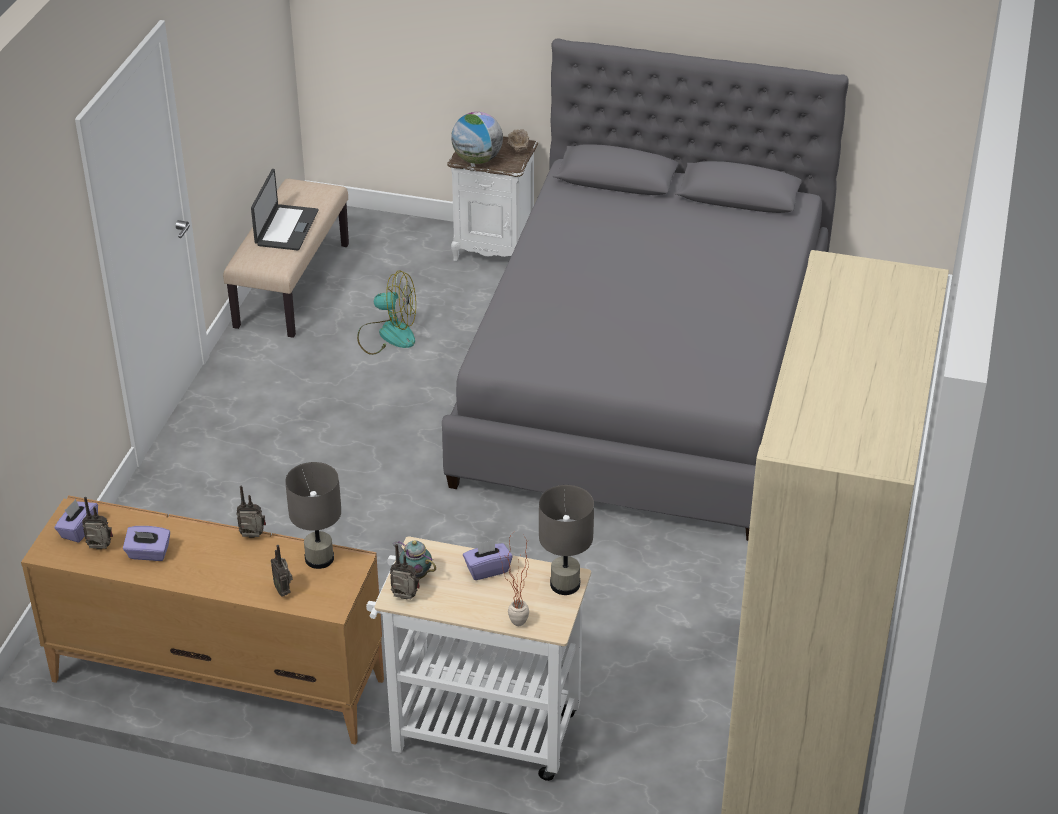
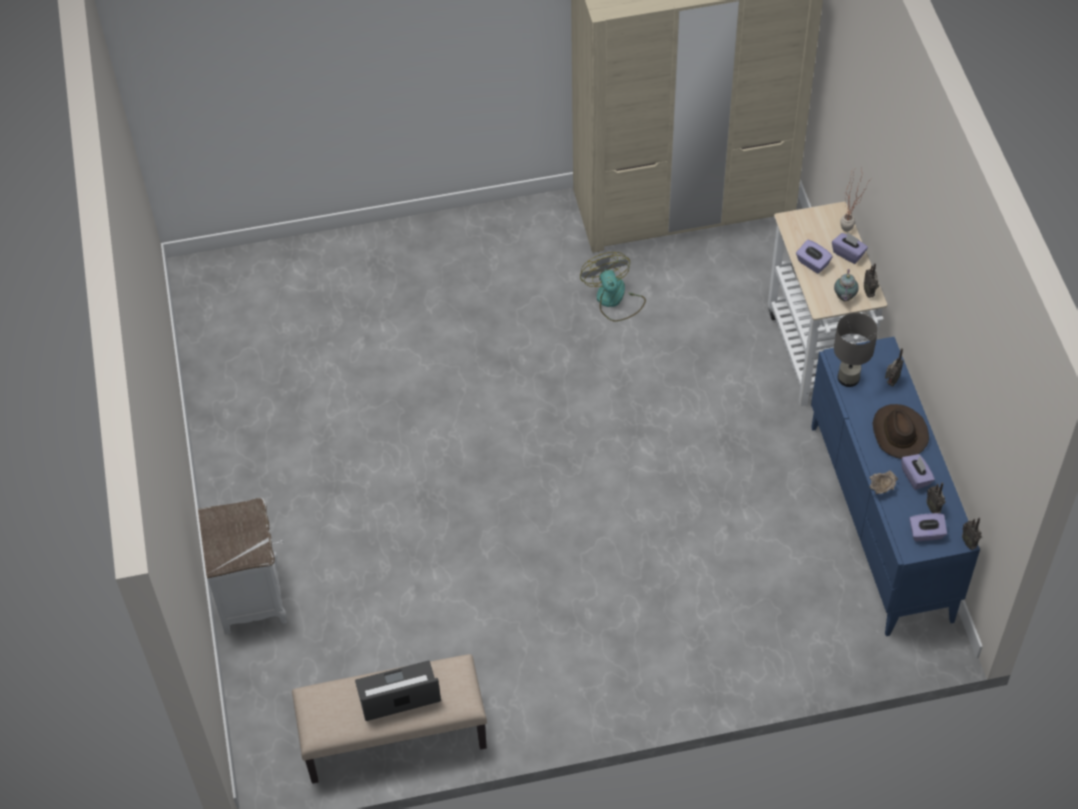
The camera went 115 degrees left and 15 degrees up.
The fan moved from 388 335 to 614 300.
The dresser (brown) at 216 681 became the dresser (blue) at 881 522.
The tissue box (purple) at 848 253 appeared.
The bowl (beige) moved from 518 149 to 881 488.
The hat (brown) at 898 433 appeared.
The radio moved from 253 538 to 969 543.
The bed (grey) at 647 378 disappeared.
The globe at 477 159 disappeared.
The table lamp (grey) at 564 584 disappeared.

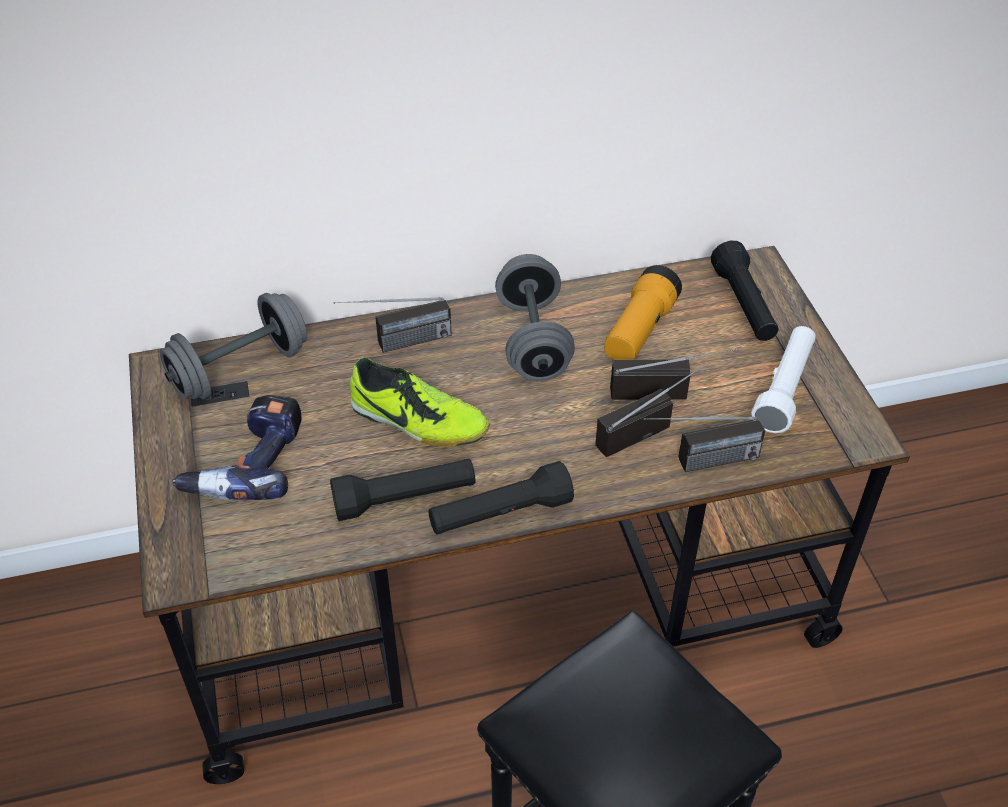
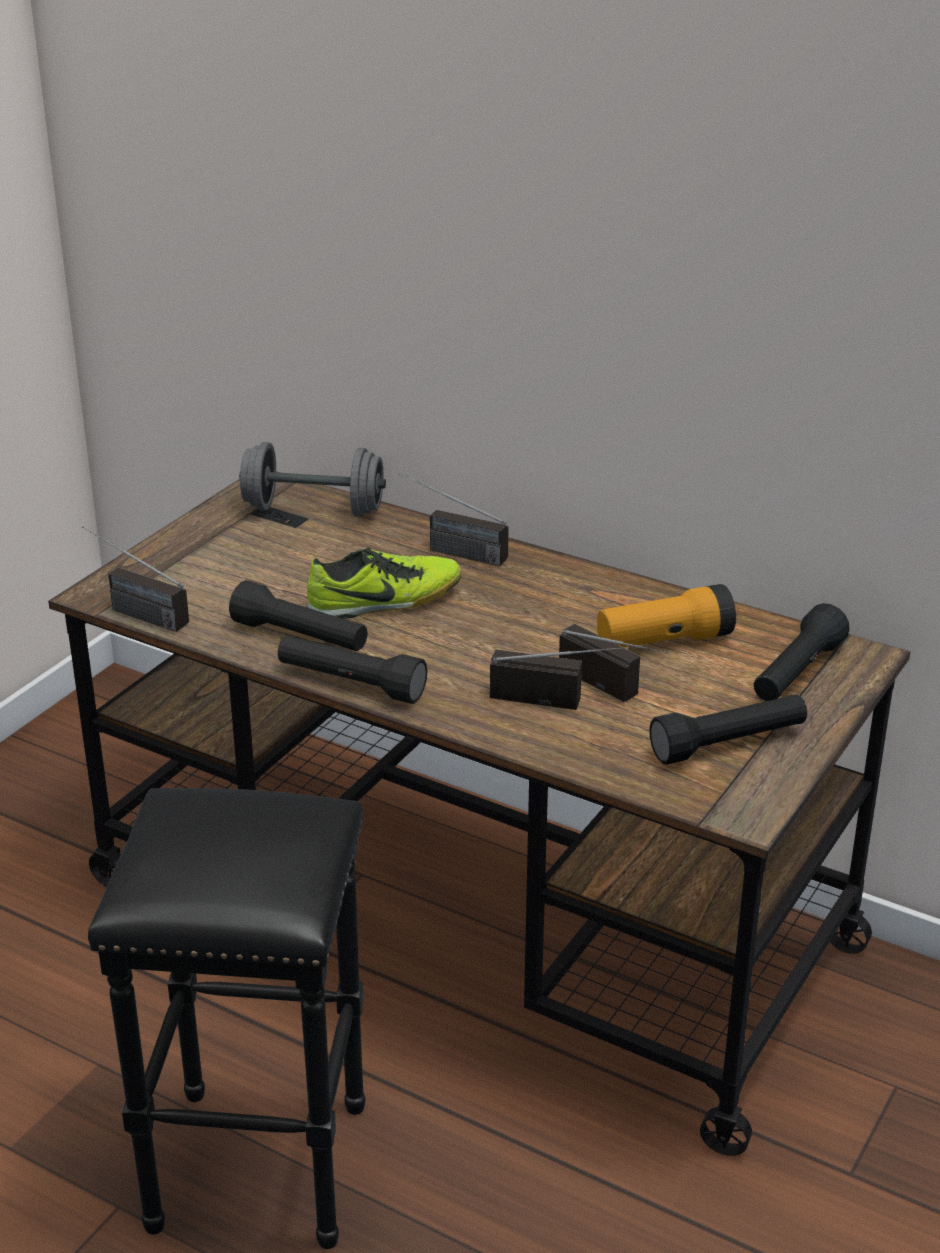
The camera went 45 degrees right and 15 degrees down.
The radio moved from 699 463 to 131 611.
The shoe at 418 422 turned 90 degrees counterclockwise.
The flashlight (white) at 784 389 became the flashlight (black) at 729 744.
The power drill at 247 463 disappeared.
The dumbbell (grey) at 533 340 disappeared.

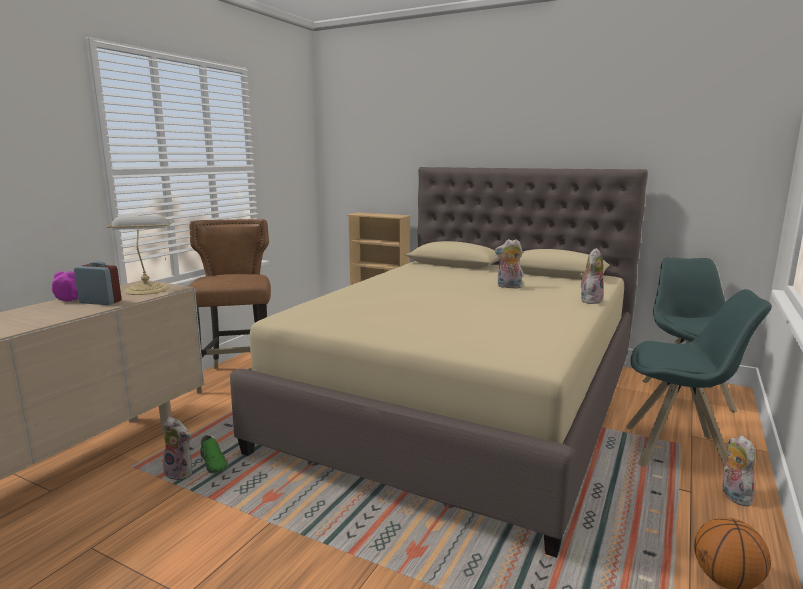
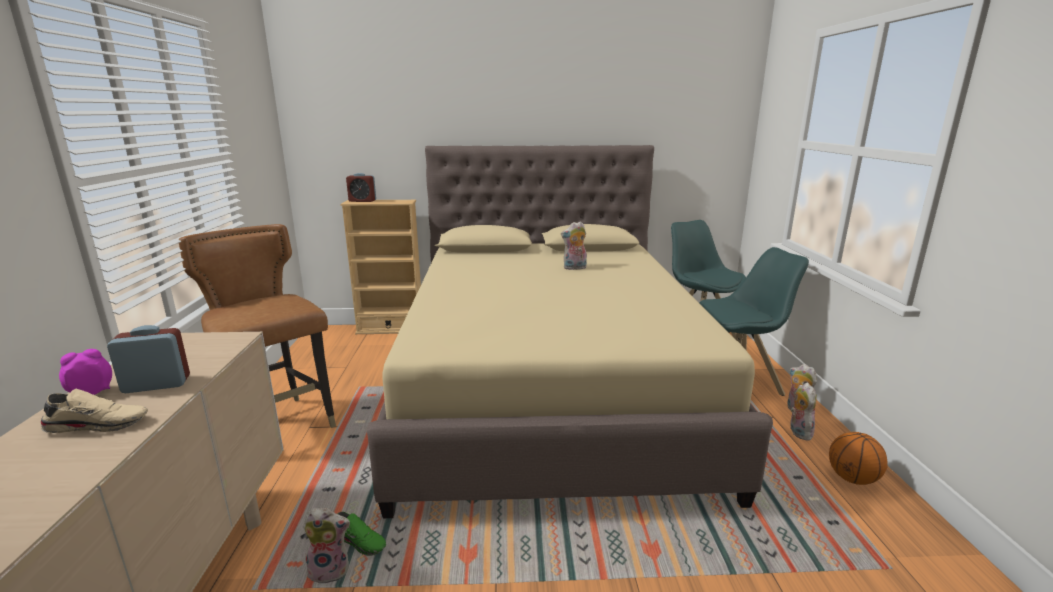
The camera went 30 degrees left and 5 degrees up.
The shoe (beige) at 99 424 appeared.
The alarm clock at 362 201 appeared.
The plush toy moved from 590 300 to 798 431.
The table lamp at 146 289 disappeared.

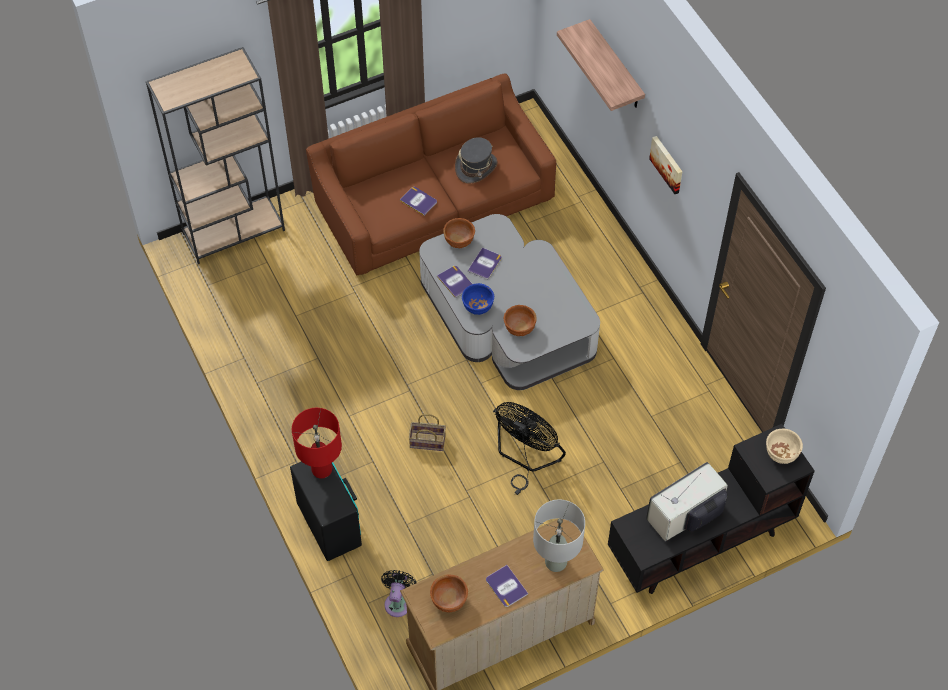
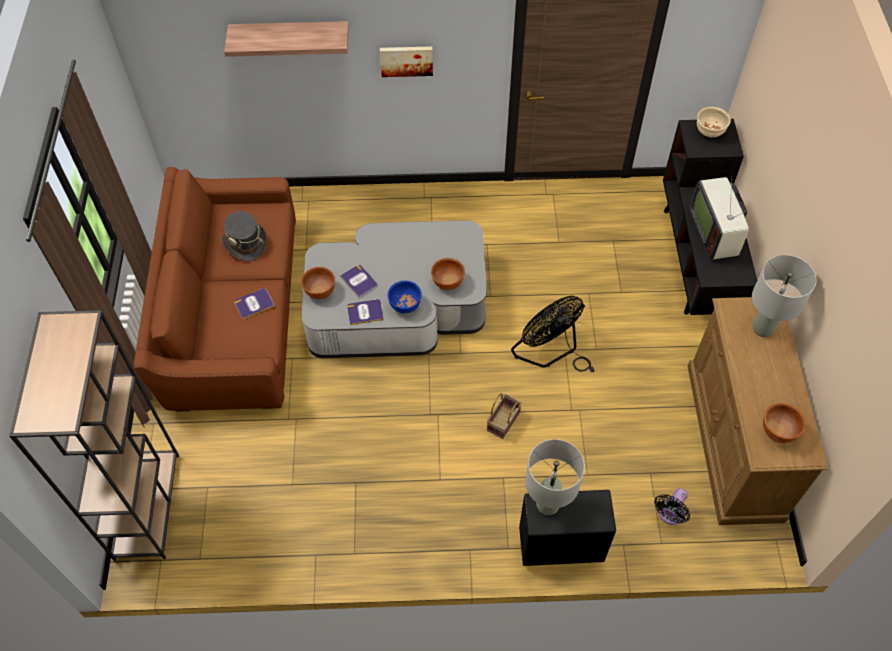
The camera went 65 degrees left and 0 degrees up.
The table lamp (red) at 322 470 became the table lamp (grey) at 548 505.
The fan (black) at 398 602 turned 90 degrees counterclockwise.
The book at 506 586 disappeared.

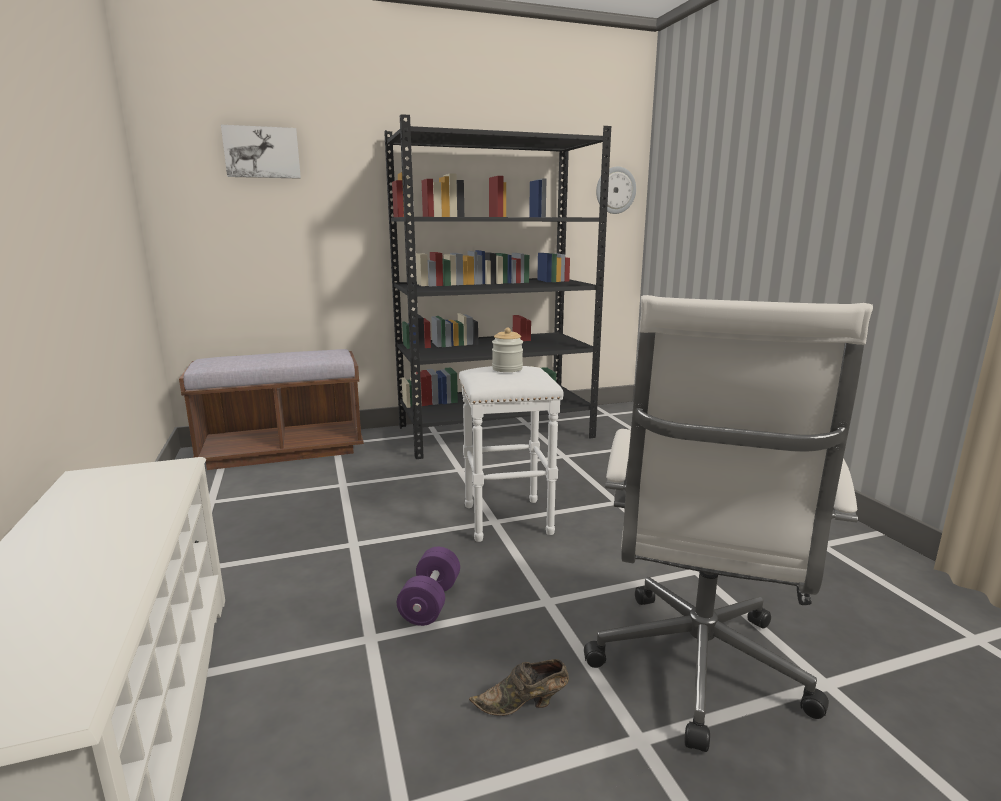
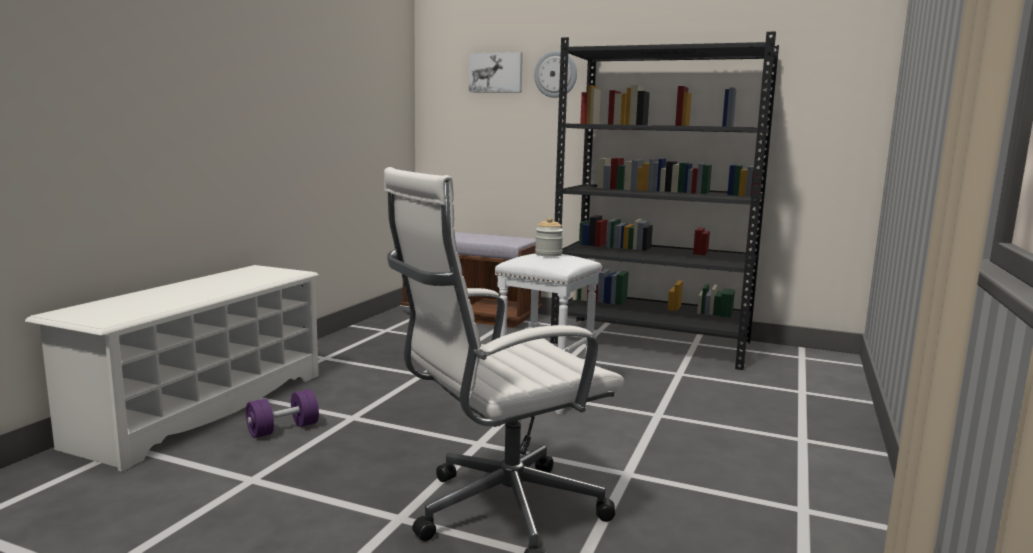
The camera went 40 degrees right and 5 degrees down.
The dumbbell (purple) moved from 430 602 to 283 429.
The wall clock moved from 615 190 to 555 74.
The shoe (brown) at 523 705 disappeared.

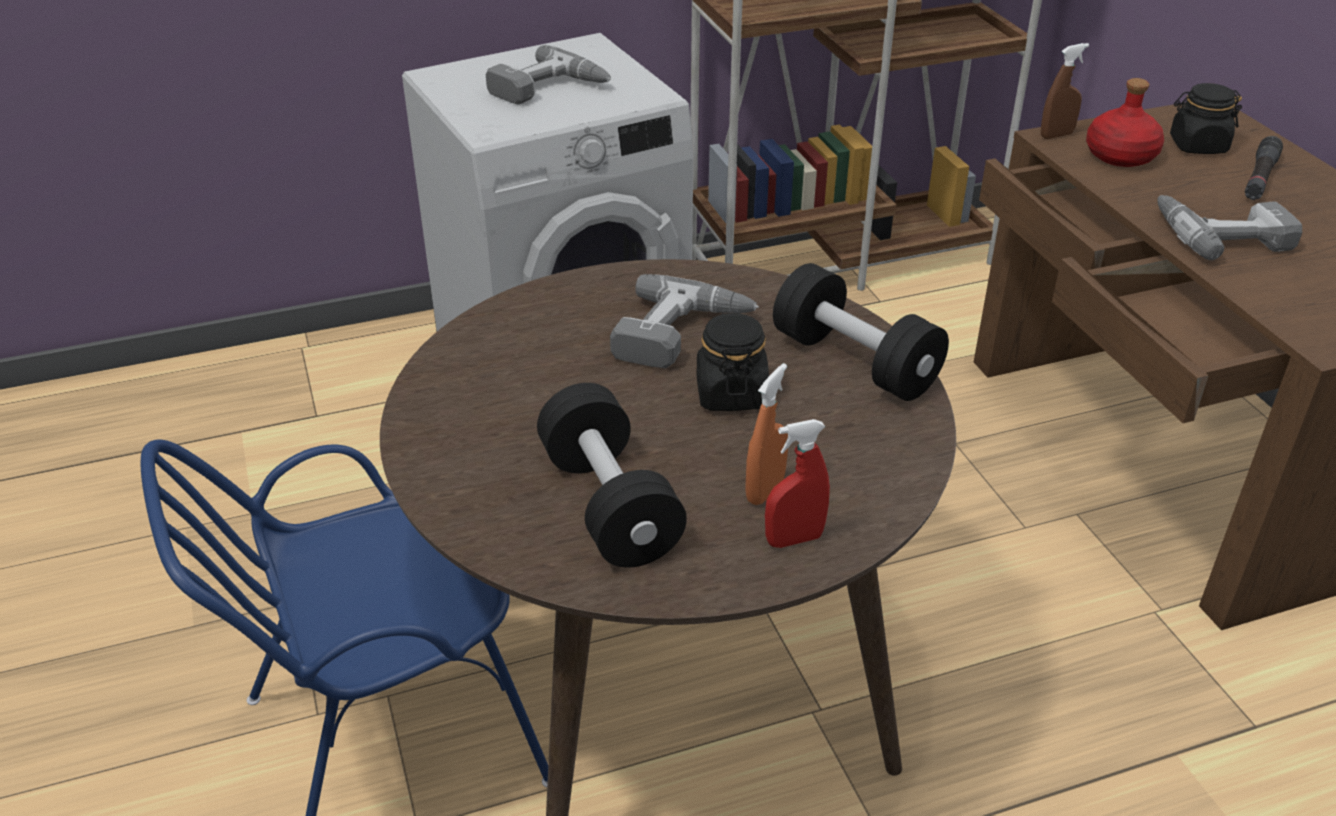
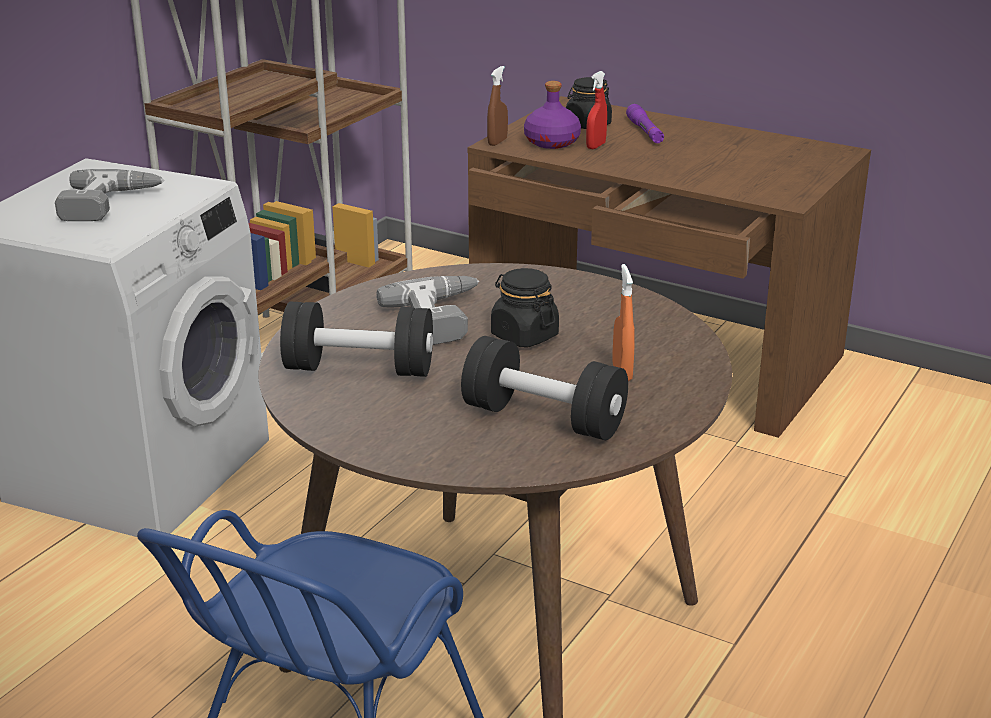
The camera went 40 degrees left and 10 degrees down.
The dumbbell (black) moved from 855 362 to 359 369.
The bottle (red) at 1121 156 became the bottle (purple) at 552 142.
The spray bottle (red) moved from 794 539 to 596 146.
The flashlight (black) at 1259 178 became the flashlight (purple) at 645 132.
The power drill at 1220 233 disappeared.

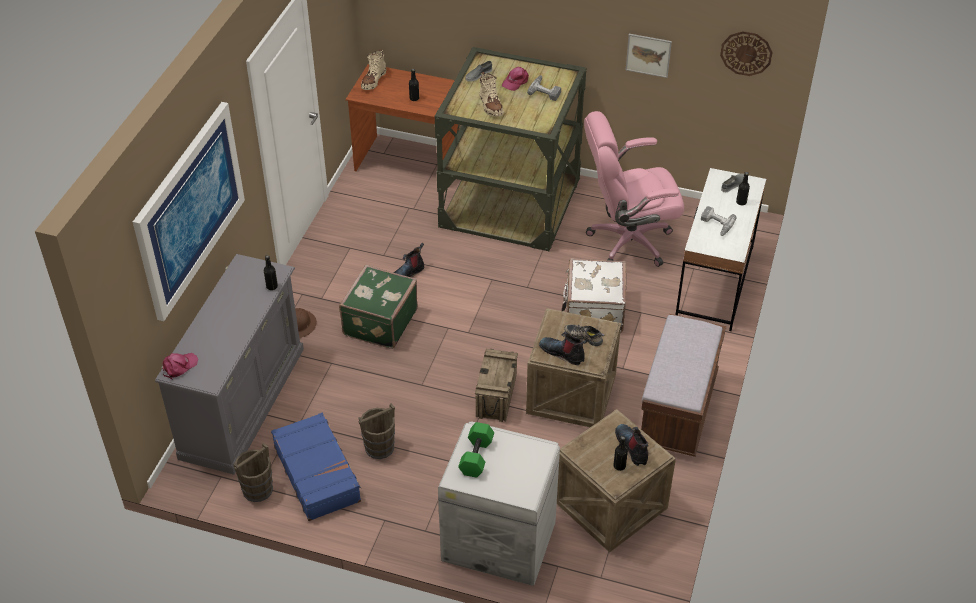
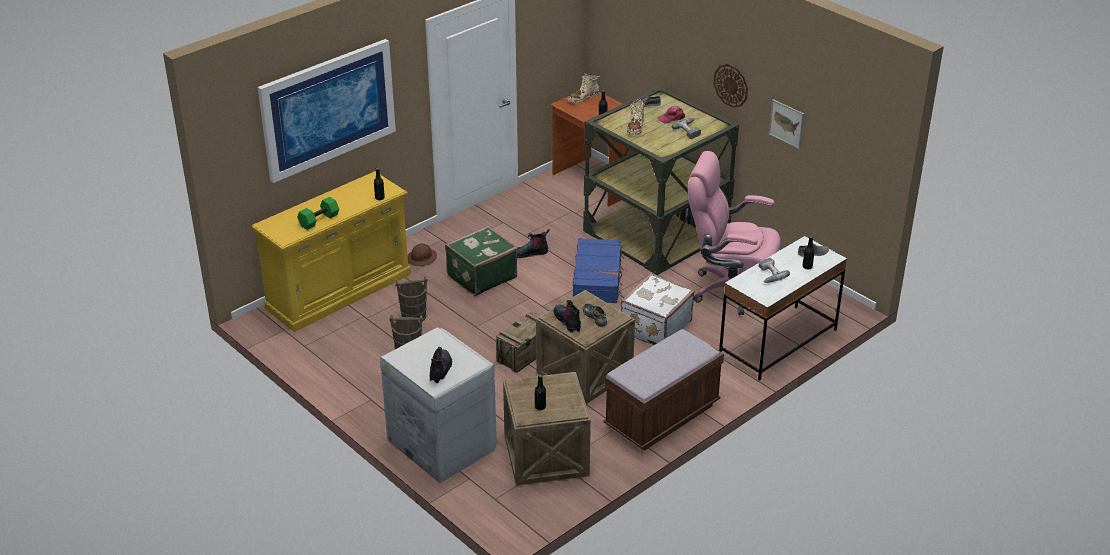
The camera went 30 degrees right and 10 degrees down.
The cabinet (grey) at 243 402 became the cabinet (yellow) at 339 291.
The dumbbell (green) moved from 477 457 to 319 220.
The bucket (brown) moved from 257 489 to 413 316.
The boot moved from 632 447 to 440 369.
The suitcase (blue) moved from 317 473 to 598 278.
The wall clock moved from 746 53 to 731 85.
The cap (pink) at 179 366 disappeared.

